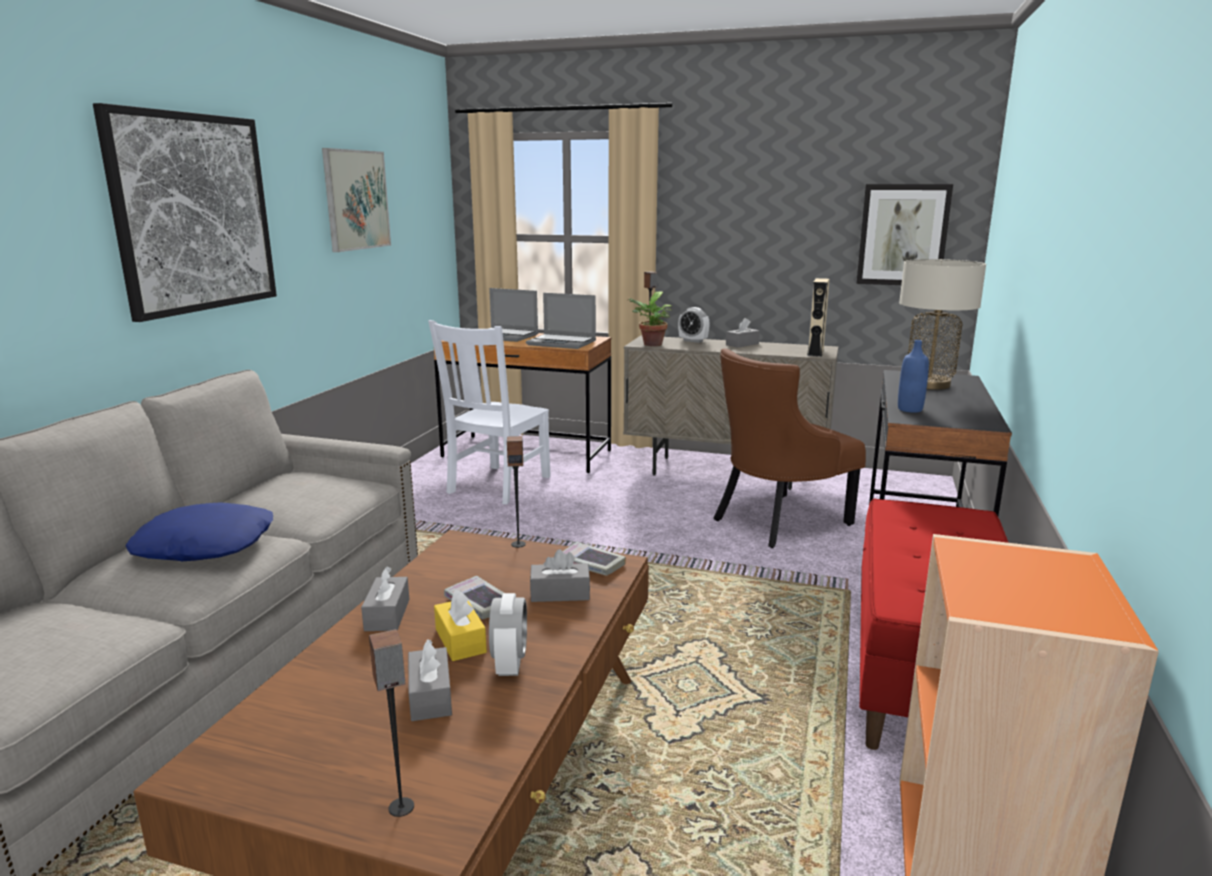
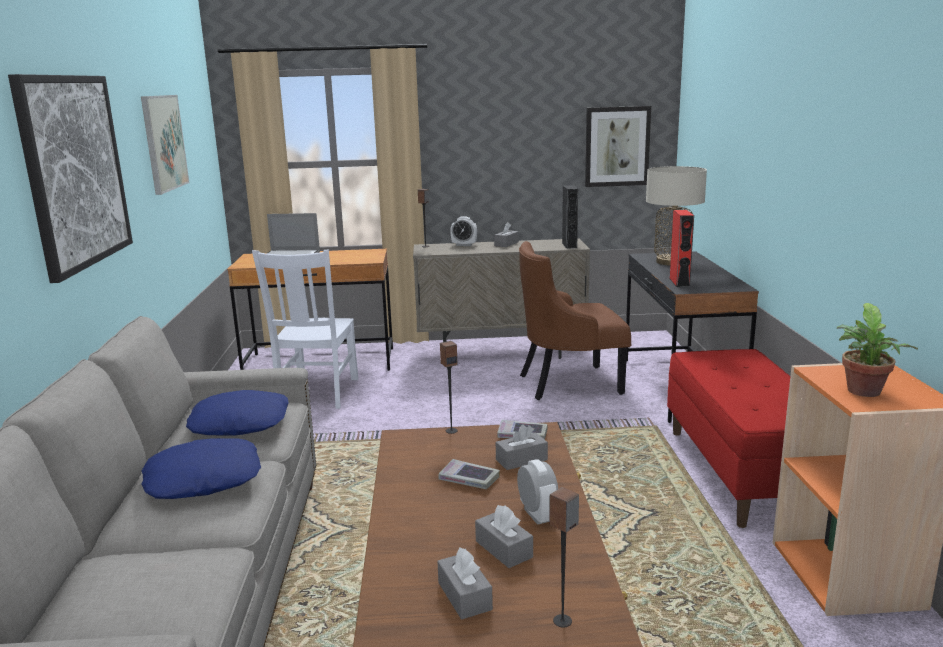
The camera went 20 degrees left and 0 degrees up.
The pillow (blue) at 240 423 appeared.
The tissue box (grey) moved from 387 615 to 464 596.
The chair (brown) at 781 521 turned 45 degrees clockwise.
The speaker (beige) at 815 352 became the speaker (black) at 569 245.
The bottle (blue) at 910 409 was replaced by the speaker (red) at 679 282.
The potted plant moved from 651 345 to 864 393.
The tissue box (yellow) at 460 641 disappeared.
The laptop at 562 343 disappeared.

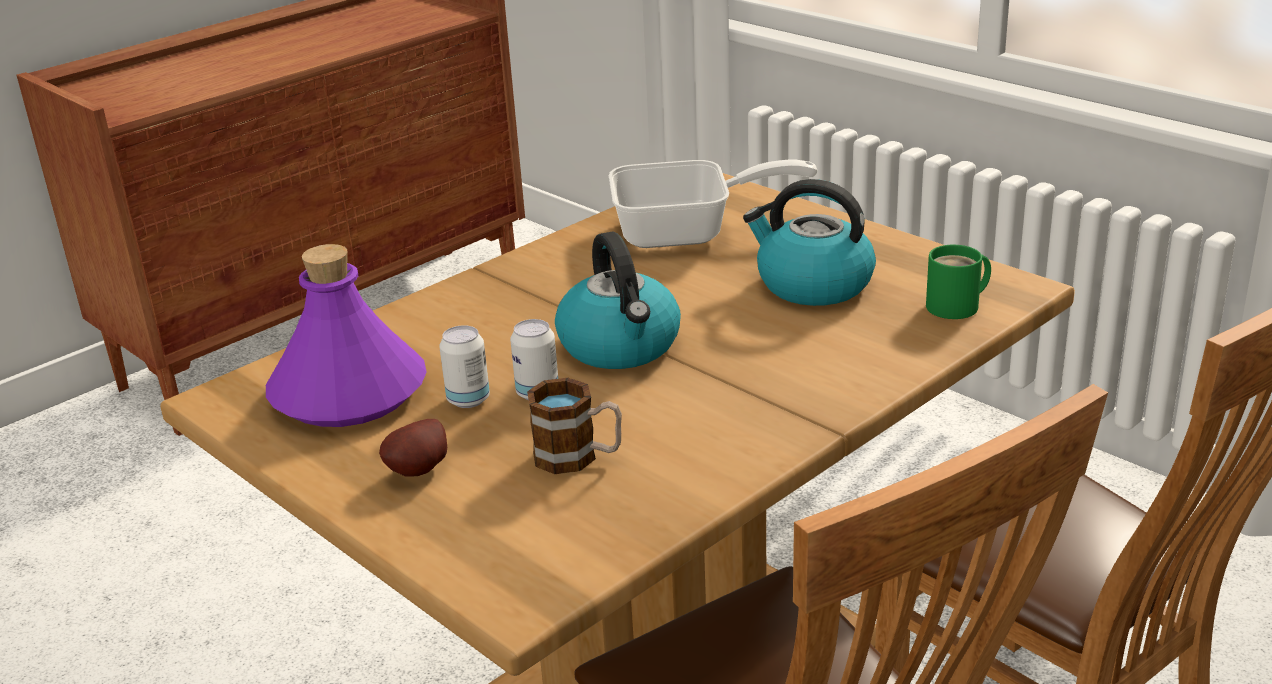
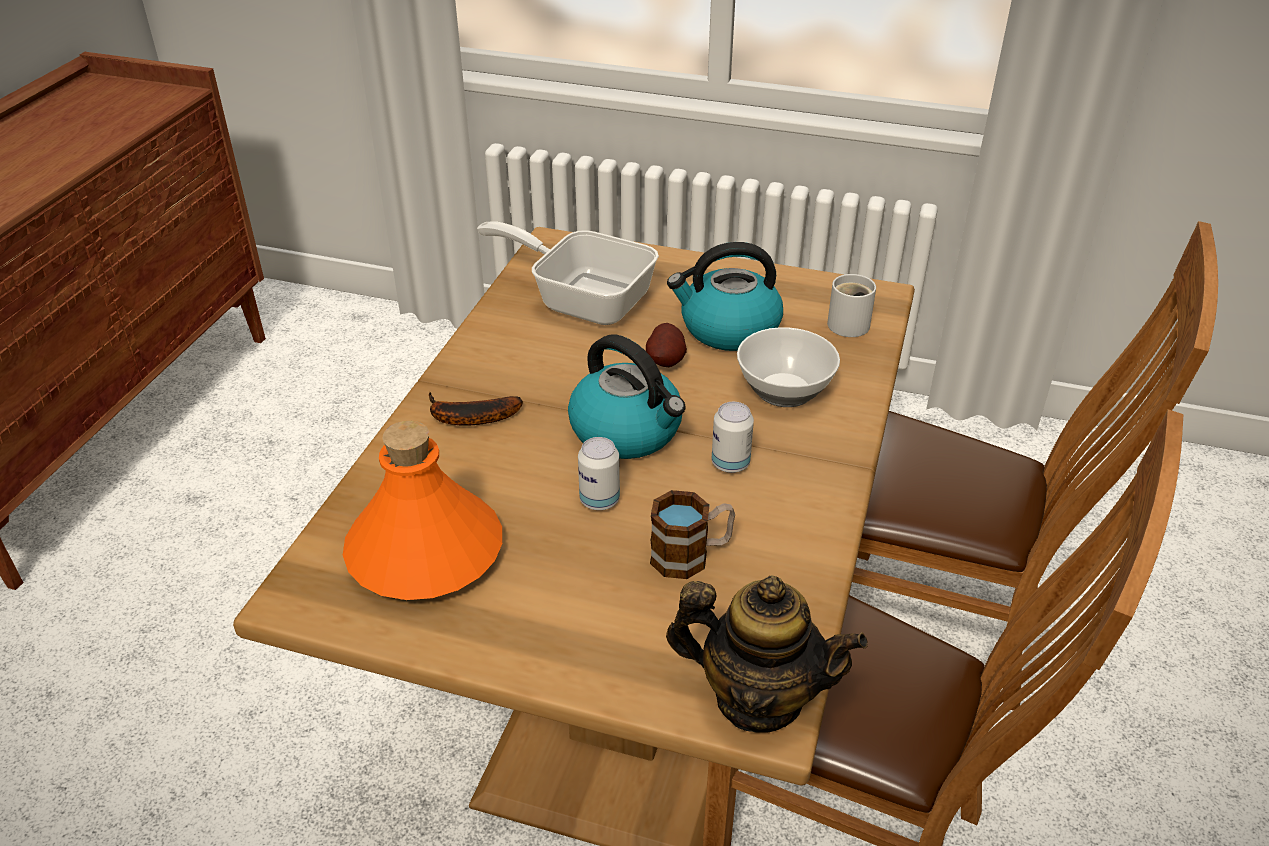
The camera went 30 degrees left and 10 degrees up.
The bottle (purple) at 347 394 became the bottle (orange) at 425 553.
The banana at 468 417 appeared.
The frying pan at 688 232 turned 120 degrees counterclockwise.
The potato moved from 422 471 to 667 362.
The teapot at 758 698 appeared.
The can moved from 468 400 to 730 464.
The bowl at 785 391 appeared.
The mug (green) at 957 306 became the mug (white) at 852 324.

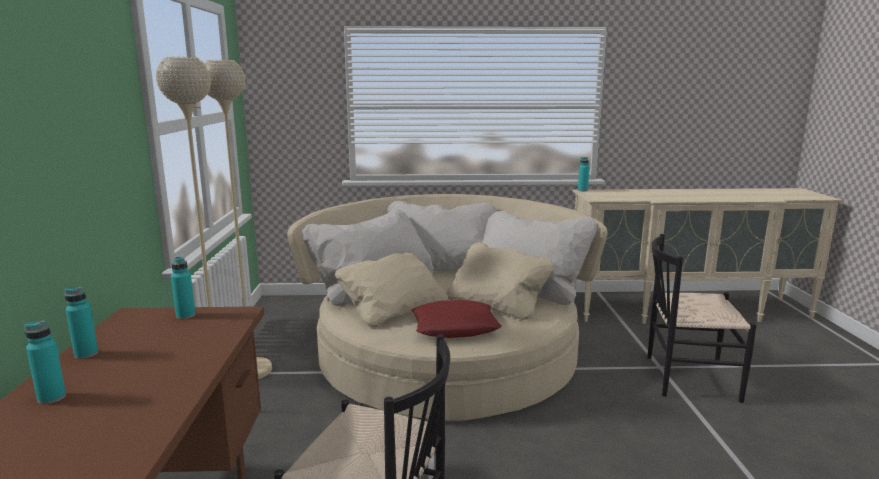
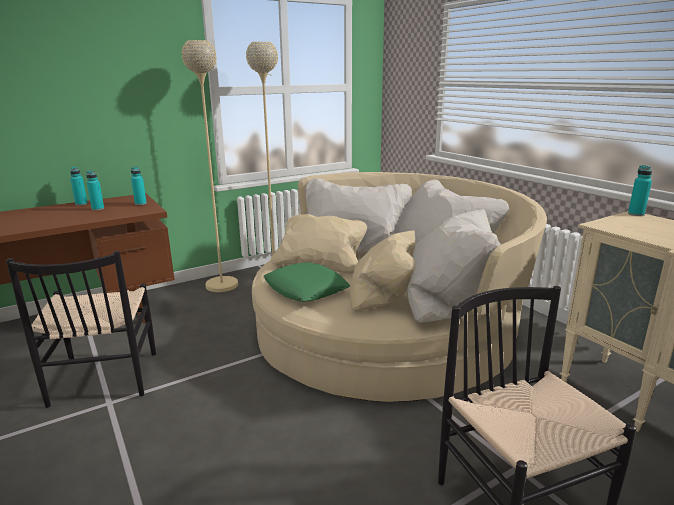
The camera went 60 degrees right and 5 degrees up.
The bottle (turquoise) moved from 51 398 to 98 209.
The pillow (red) at 455 327 became the pillow (green) at 306 289.

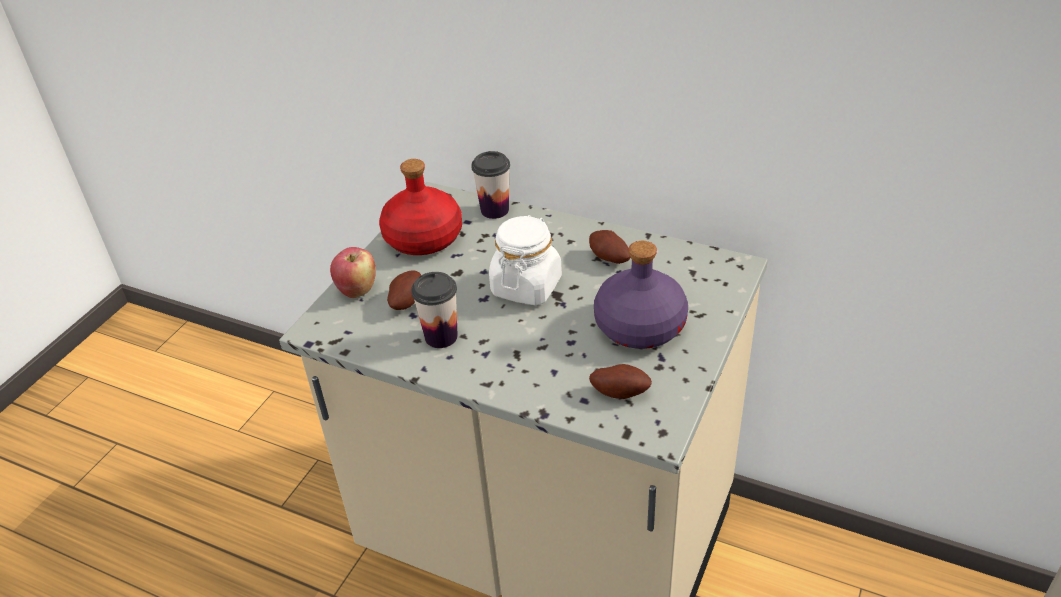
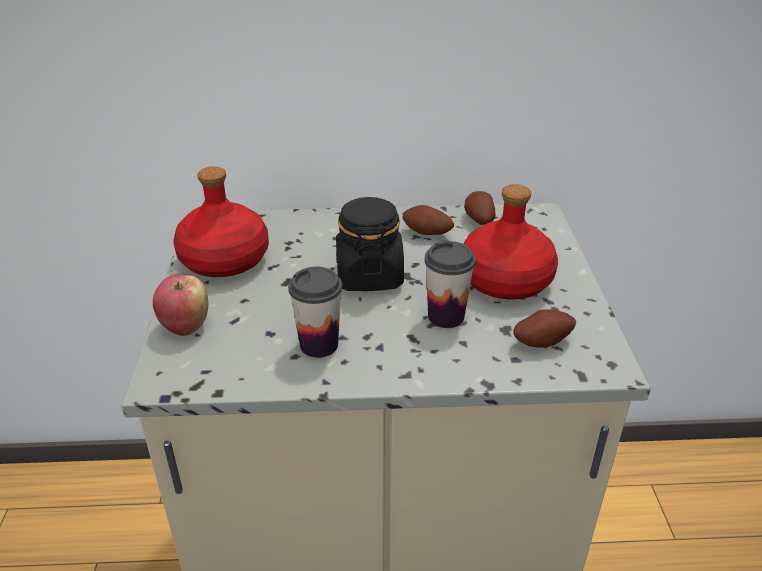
The camera went 30 degrees left and 5 degrees down.
The jar (white) at 526 286 became the jar (black) at 369 275.
The cup moved from 494 210 to 446 316.
The bottle (purple) at 638 326 became the bottle (red) at 504 280.
The potato moved from 405 301 to 478 220.

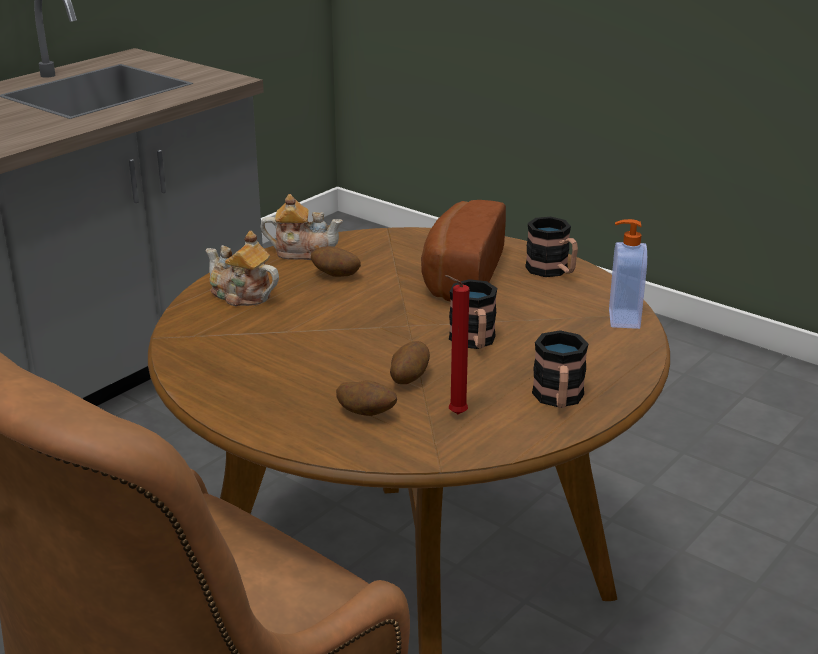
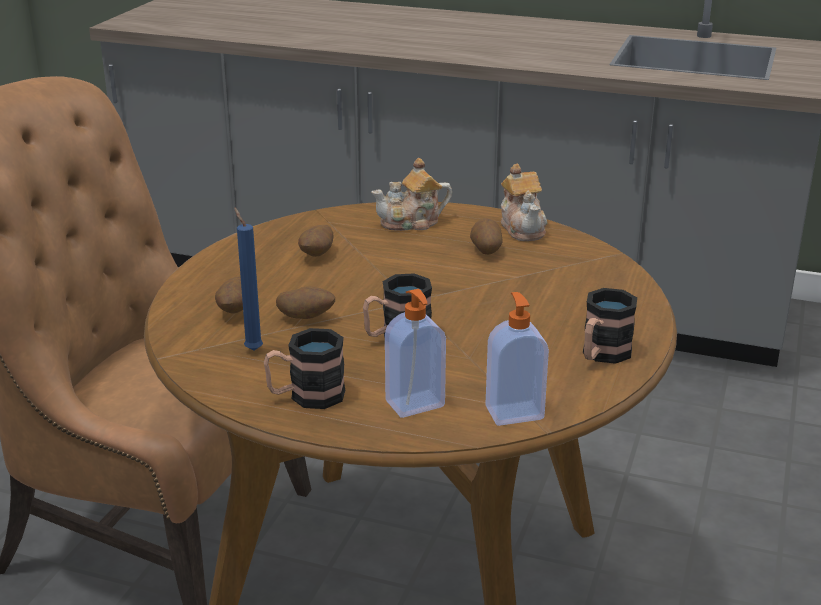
The camera went 70 degrees right and 0 degrees up.
The candle (red) at 454 415 became the candle (blue) at 252 349.
The potato at 317 255 appeared.
The teapot at 241 295 turned 120 degrees counterclockwise.
The soap dispenser at 416 405 appeared.
The bread at 459 276 disappeared.

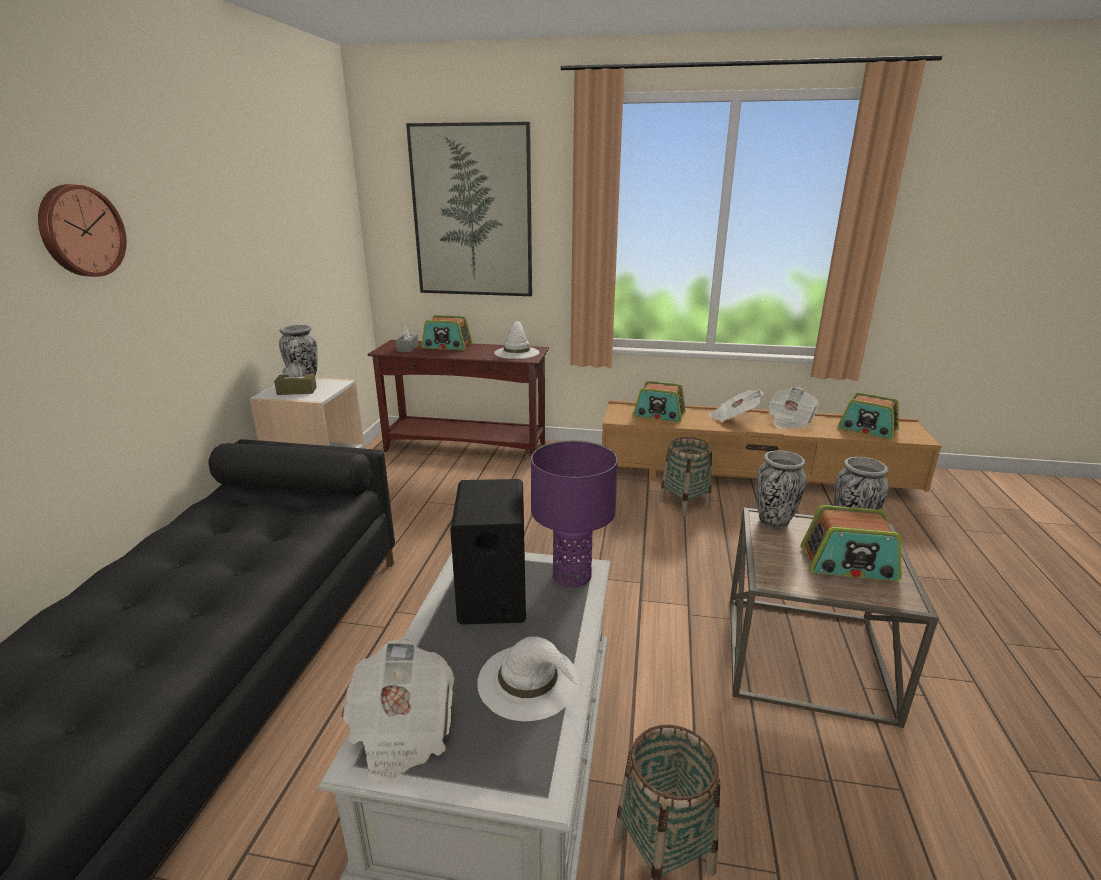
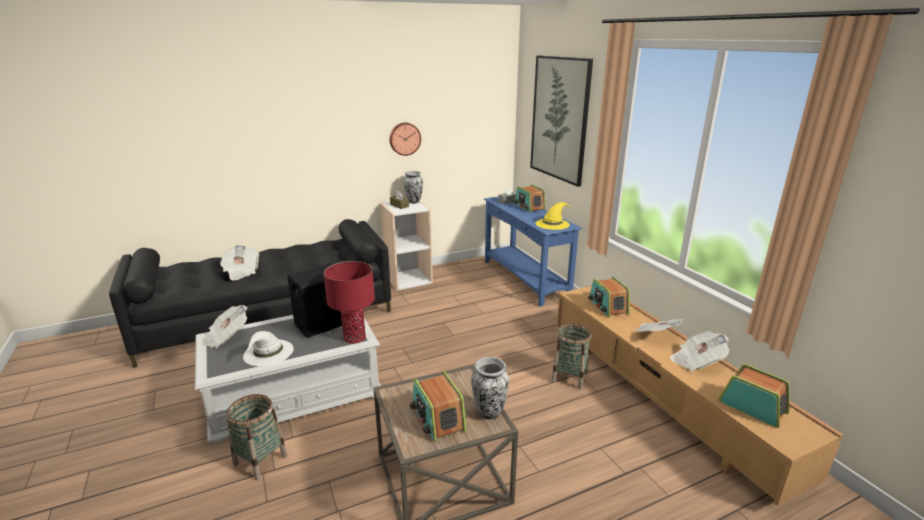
The camera went 55 degrees right and 0 degrees up.
The newspaper at 241 272 appeared.
The table lamp (purple) at 572 575 became the table lamp (red) at 355 337.
The wall clock moved from 80 231 to 404 138.
The console table (brown) at 466 447 became the console table (blue) at 525 279.
The hat (white) at 516 352 became the hat (yellow) at 552 224.
The radio at 867 429 turned 135 degrees clockwise.
The vase at 773 521 disappeared.

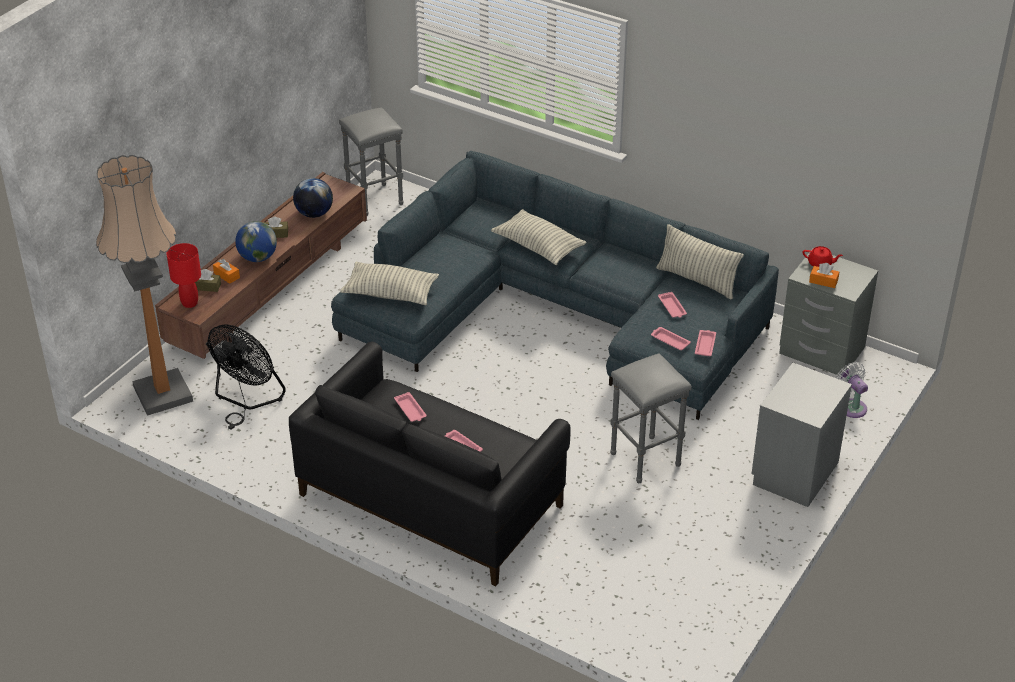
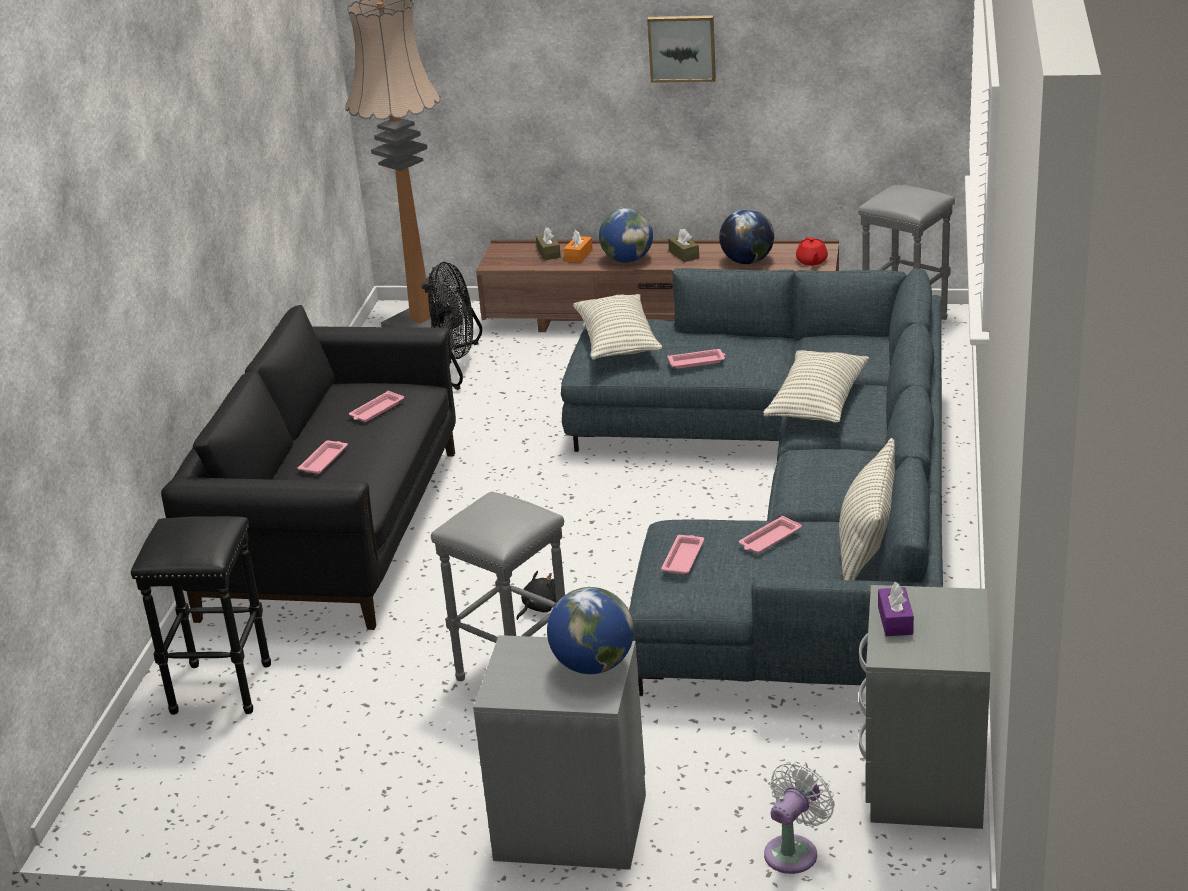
The camera went 70 degrees right and 10 degrees down.
The stool (black) at 219 687 appeared.
The plush toy (black) at 538 608 appeared.
The globe at 593 665 appeared.
The picture at 682 48 appeared.
The tray (pink) moved from 705 345 to 697 362.
The teapot (red) moved from 820 264 to 811 261.
The tissue box (orange) at 823 281 became the tissue box (purple) at 895 620.
The table lamp (red) at 189 303 disappeared.

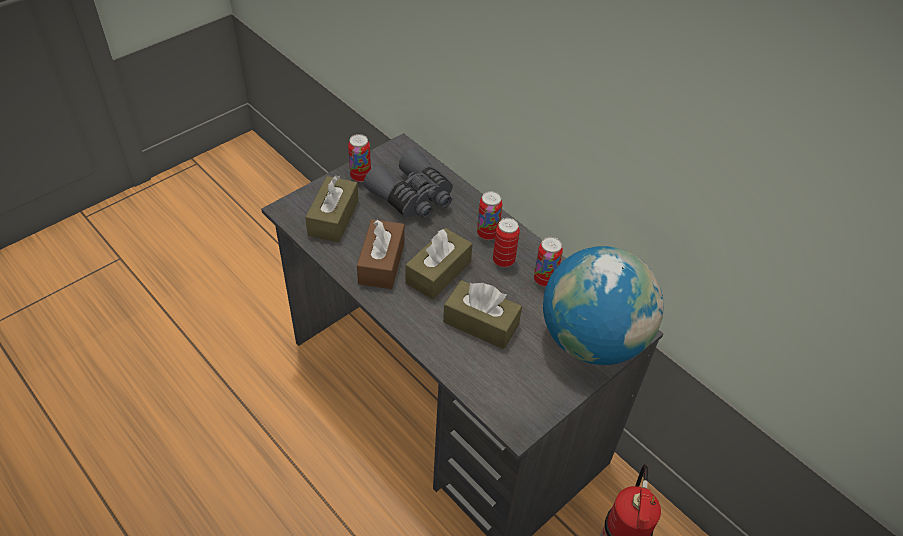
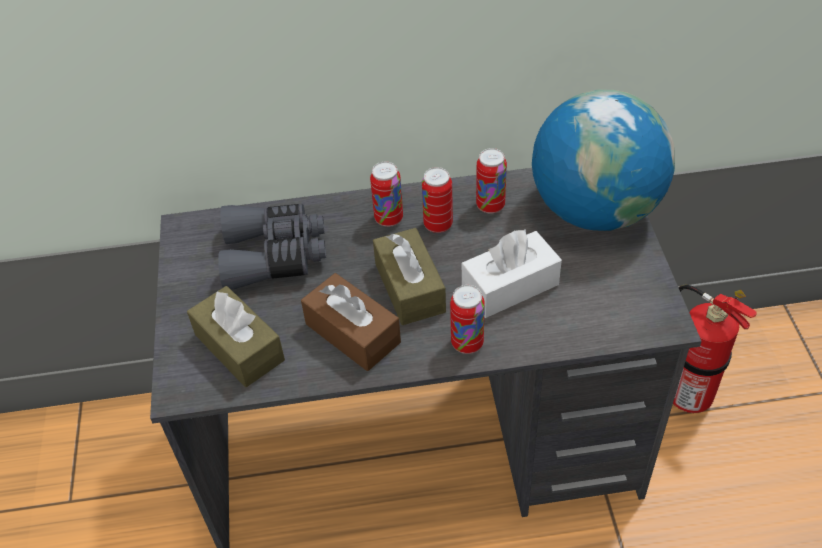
The camera went 50 degrees left and 0 degrees up.
The can moved from 360 176 to 467 343.
The tissue box (brown) at 481 323 became the tissue box (white) at 510 286.

